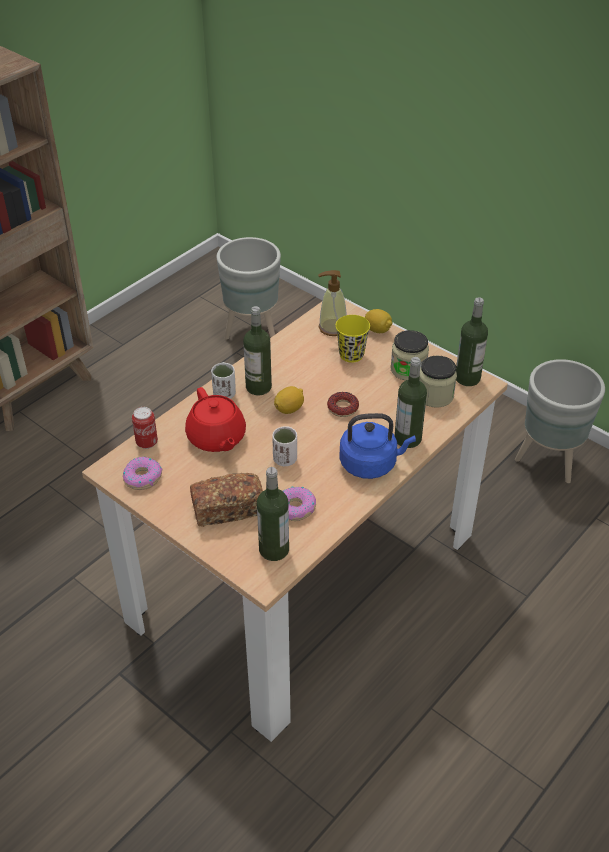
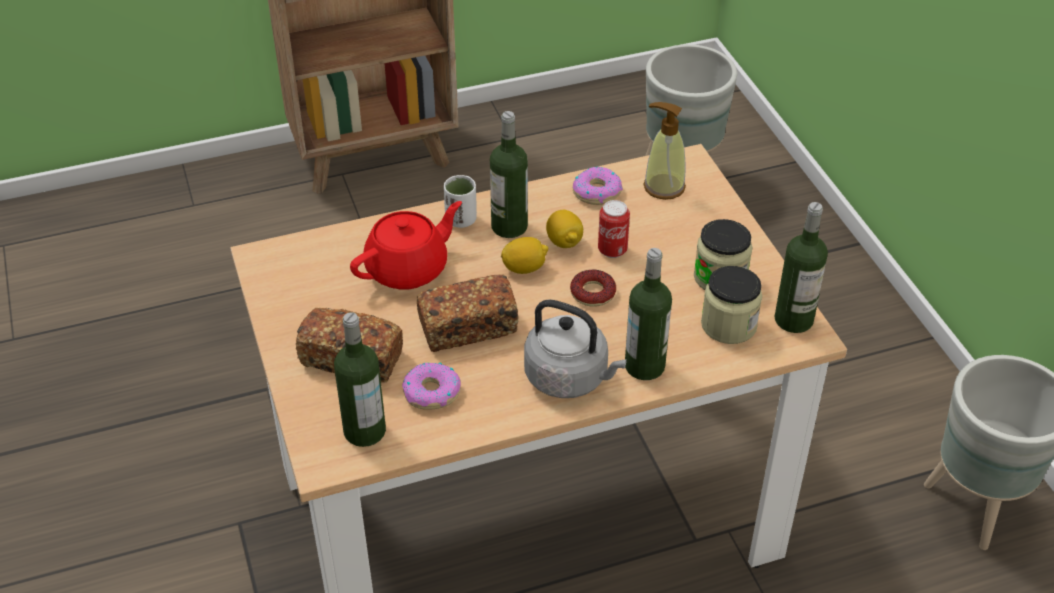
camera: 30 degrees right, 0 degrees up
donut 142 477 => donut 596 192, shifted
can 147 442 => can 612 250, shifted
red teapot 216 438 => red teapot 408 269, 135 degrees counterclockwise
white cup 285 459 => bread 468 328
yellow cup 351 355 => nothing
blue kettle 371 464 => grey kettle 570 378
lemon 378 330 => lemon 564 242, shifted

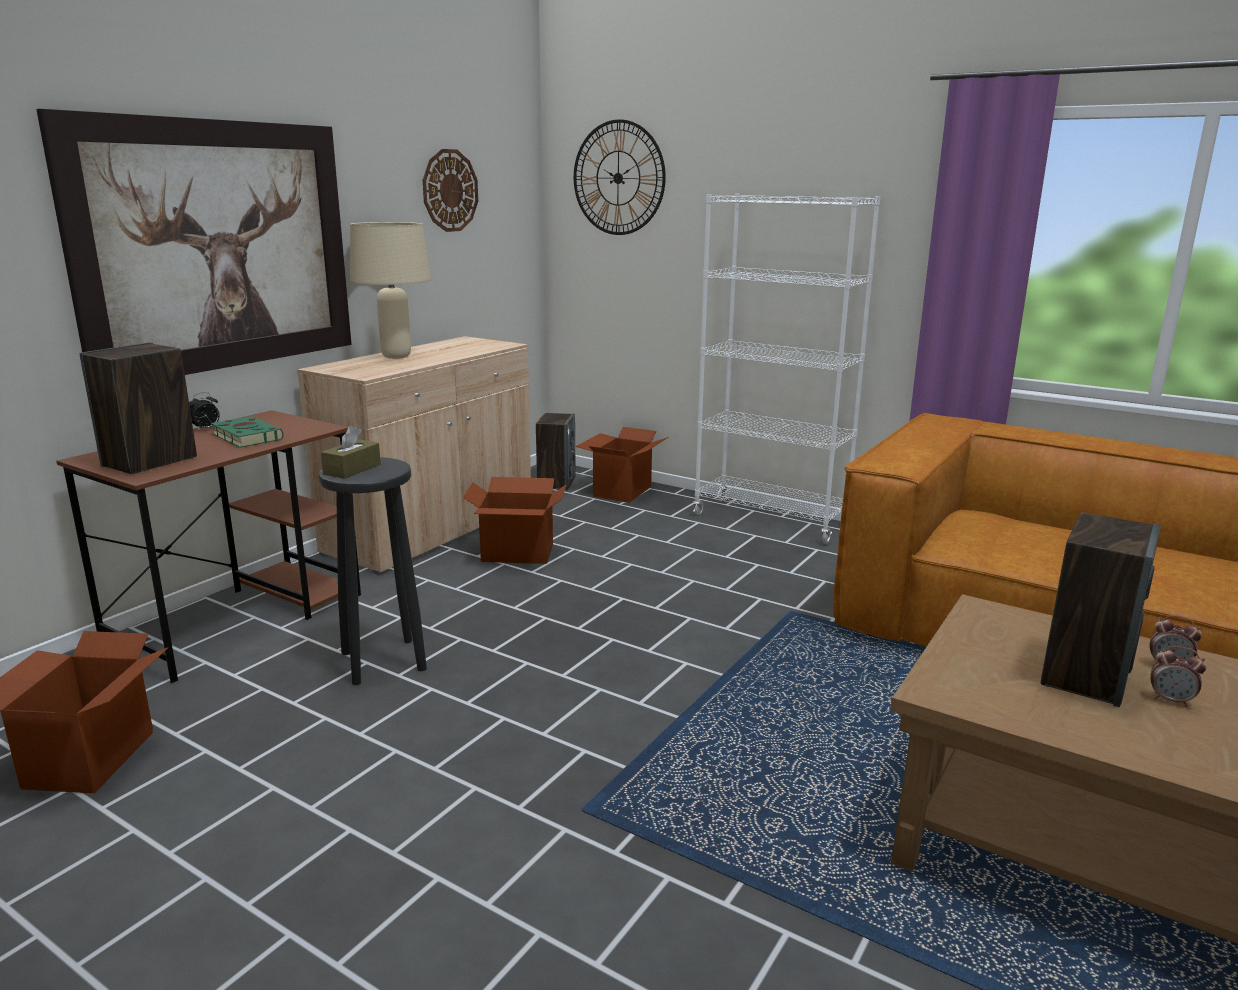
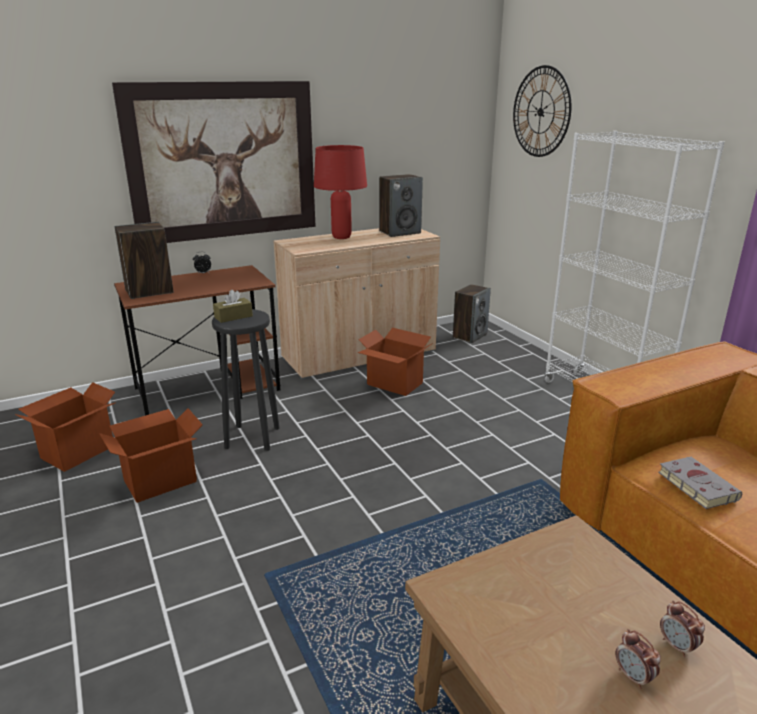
camera: 30 degrees right, 5 degrees up
green book 246 436 => nothing
beige table lamp 396 357 => red table lamp 341 237
wall clock 450 190 => nothing
cardboard box 621 491 => cardboard box 160 480, shifted
speaker 1085 674 => speaker 400 232, shifted
nothing => grey book 695 485

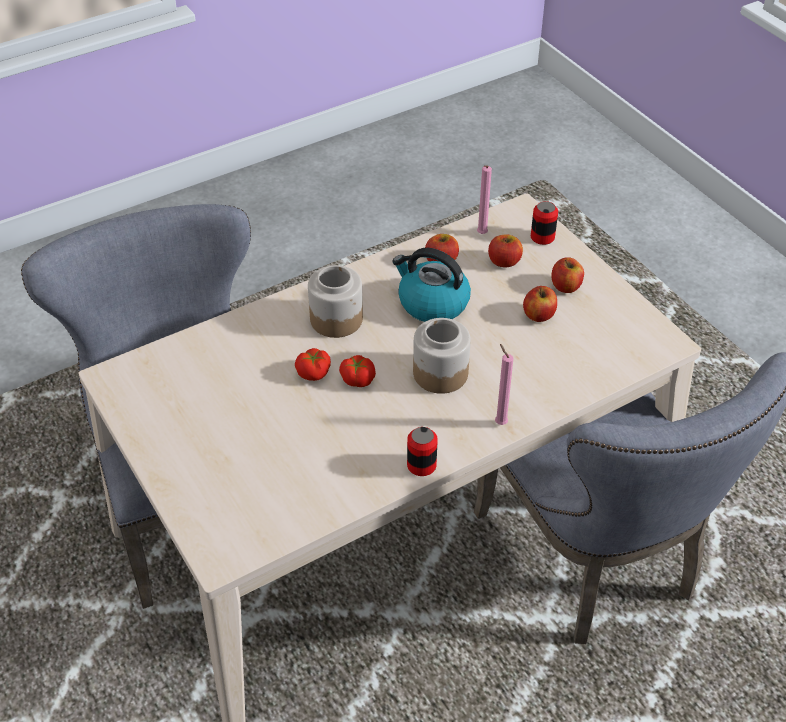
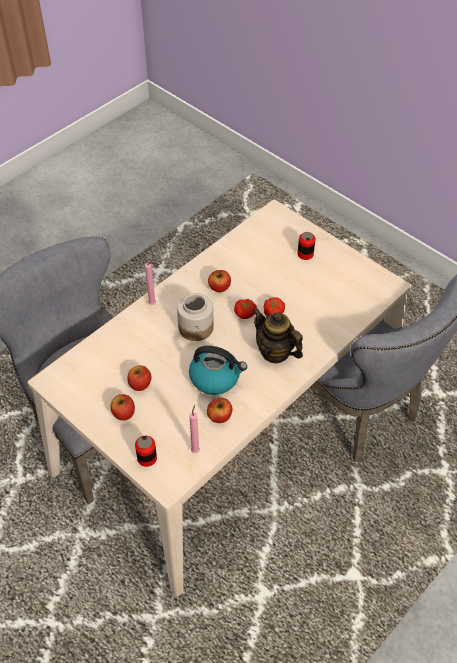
camera: 165 degrees right, 5 degrees up
jar 336 319 => teapot 275 352
can 421 465 => can 305 254, shifted
apple 504 261 => apple 219 287, shifted

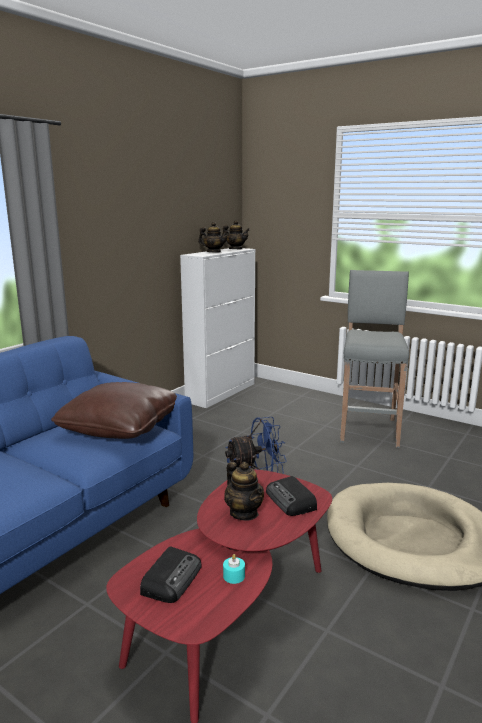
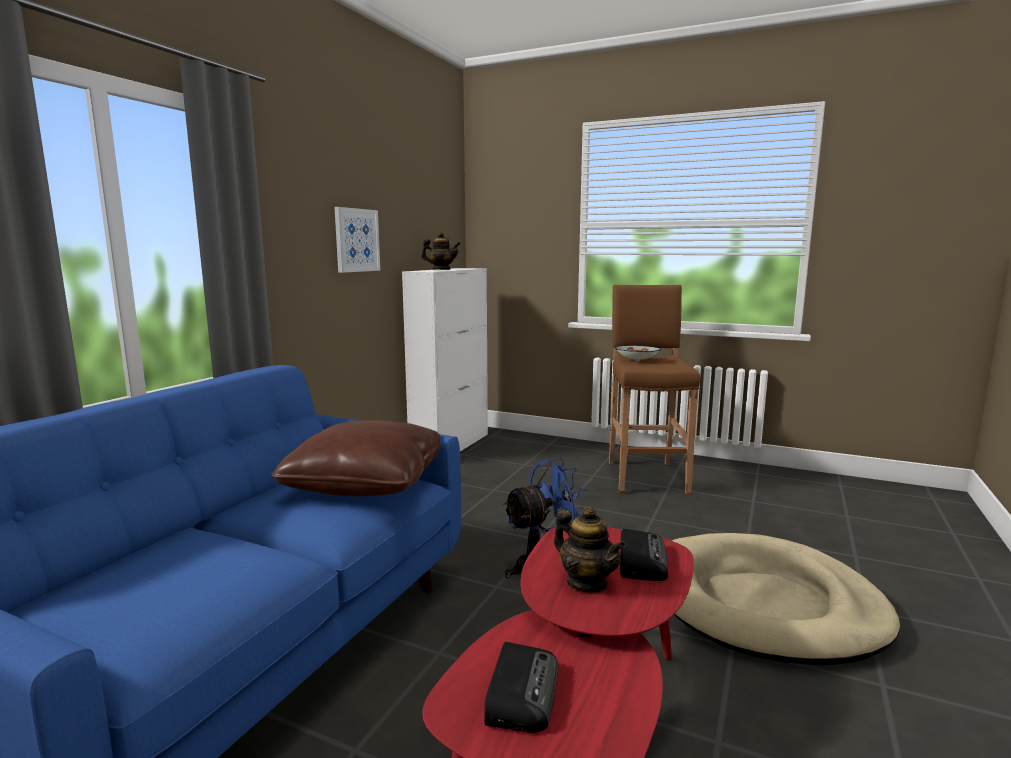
camera: 10 degrees left, 5 degrees down
teapot 235 249 => nothing
turquoise candle 234 576 => nothing
radio 291 501 => radio 641 560, 135 degrees counterclockwise
grey stool 368 429 => brown stool 646 476
nothing => picture 356 240
nothing => bowl 637 361

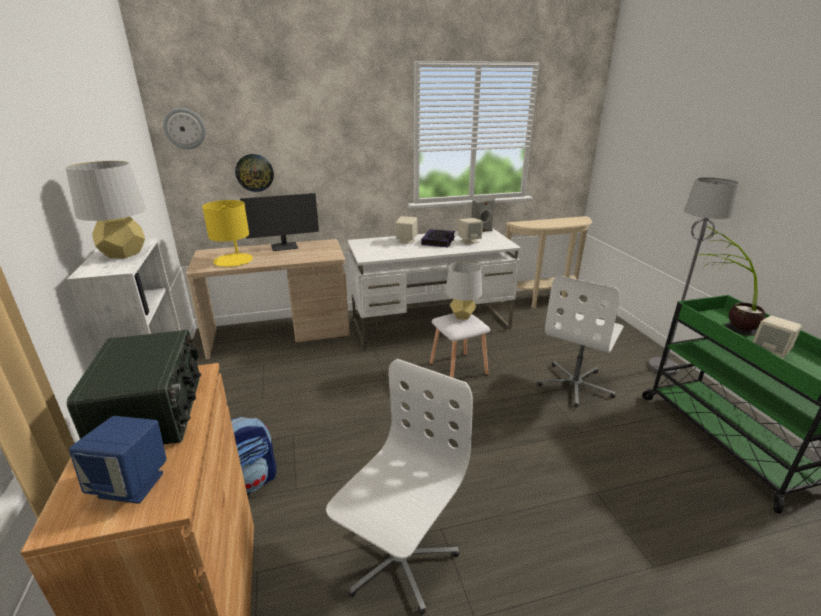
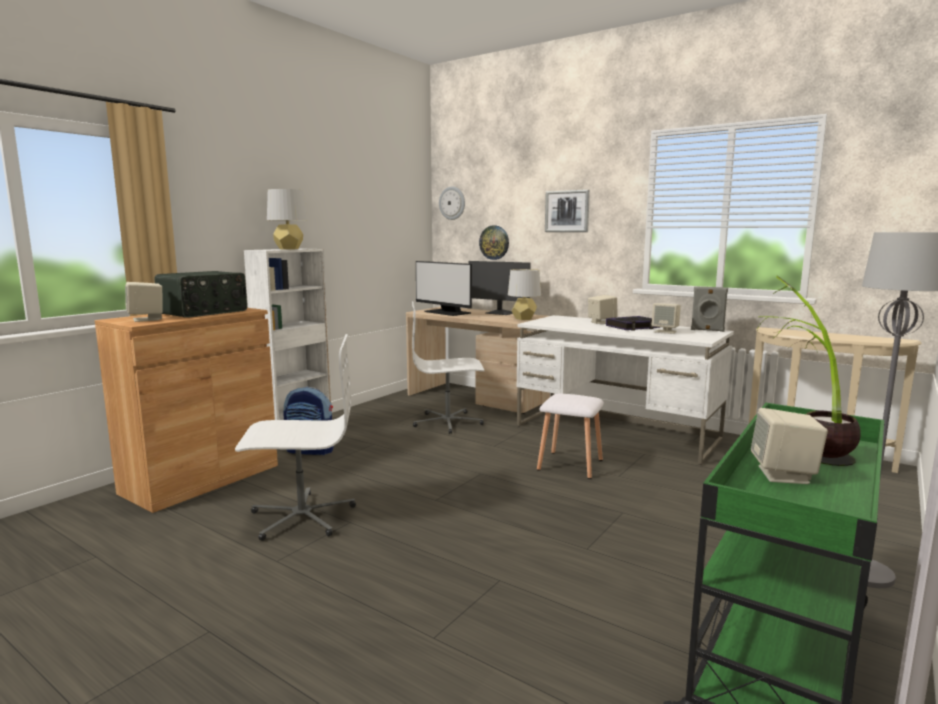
camera: 50 degrees right, 15 degrees down
blue speaker 133 484 => beige speaker 146 319
yellow table lamp 233 261 => monitor 446 312
grey table lamp 462 316 => grey table lamp 523 319, shifted
white office chair 575 385 => white office chair 448 422, shifted
nothing => picture 567 211

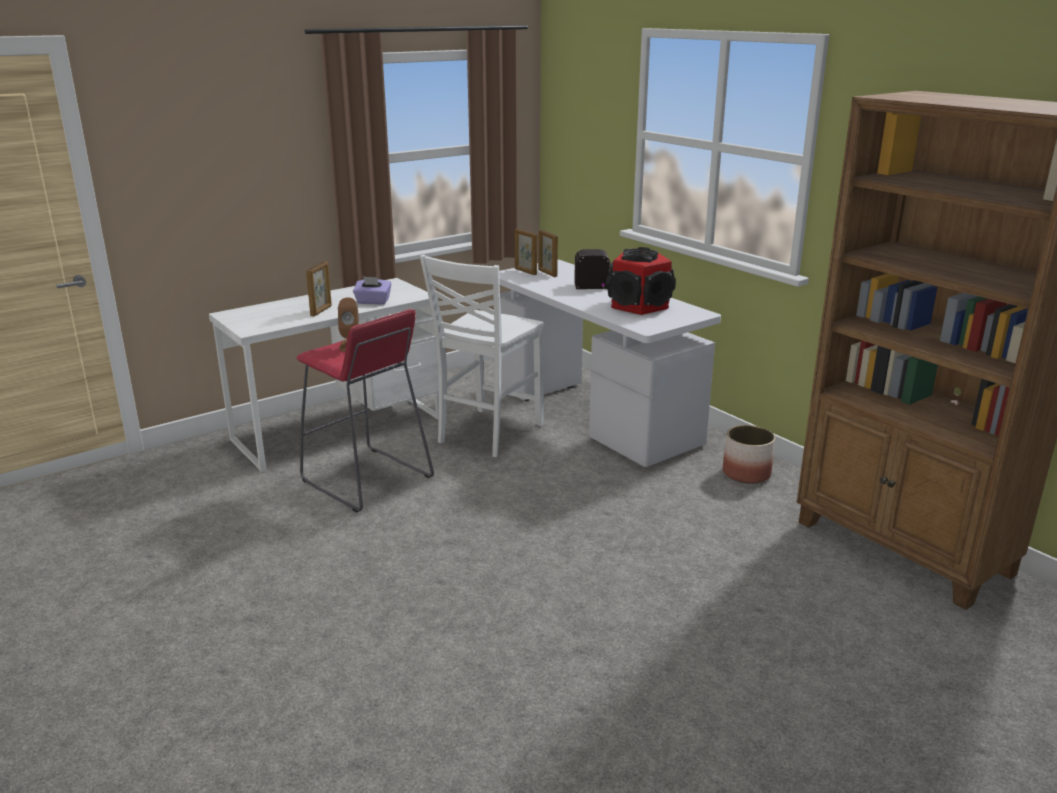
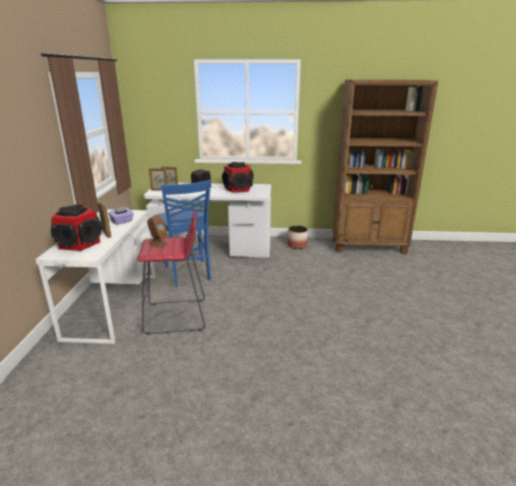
camera: 50 degrees left, 0 degrees up
white chair 487 433 => blue chair 188 273
nothing => speaker 80 243

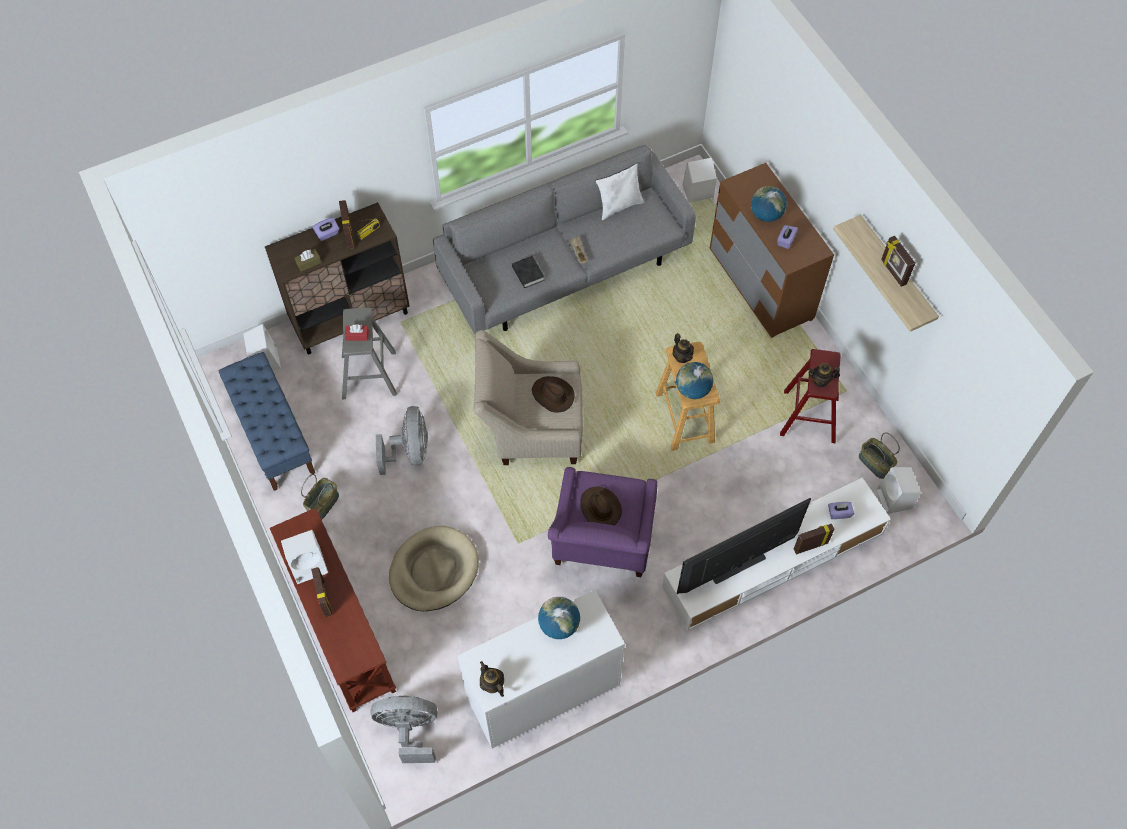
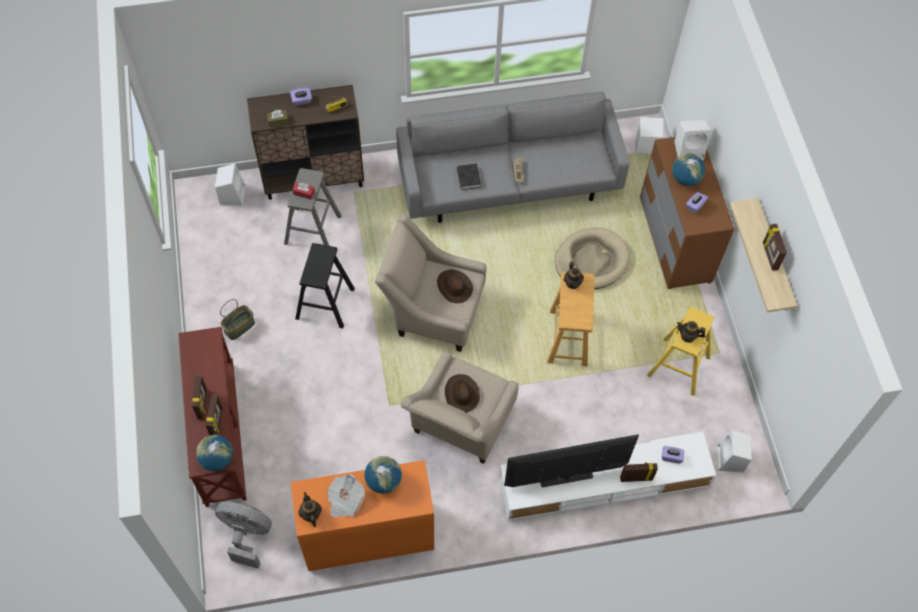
camera: 15 degrees right, 0 degrees up
blue bench 273 434 => nothing
white speaker 309 564 => white speaker 689 150, shifted
picture frame 349 235 => picture frame 217 423, shifted
grey fan 410 452 => black stool 325 303
beige dog bed 434 570 => beige dog bed 591 261, shifted
white dresser 543 691 => orange dresser 368 536
purple armchair 601 545 => beige armchair 459 427
white pillow 619 205 => nothing
globe 693 390 => globe 217 459, shifted
red stool 809 416 => yellow stool 678 366
basket 874 463 => nothing
nothing => newspaper 345 500

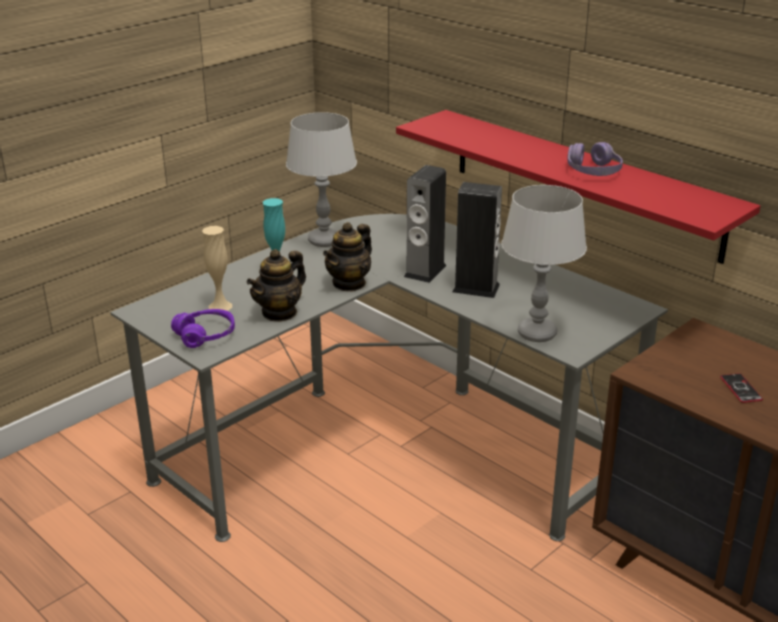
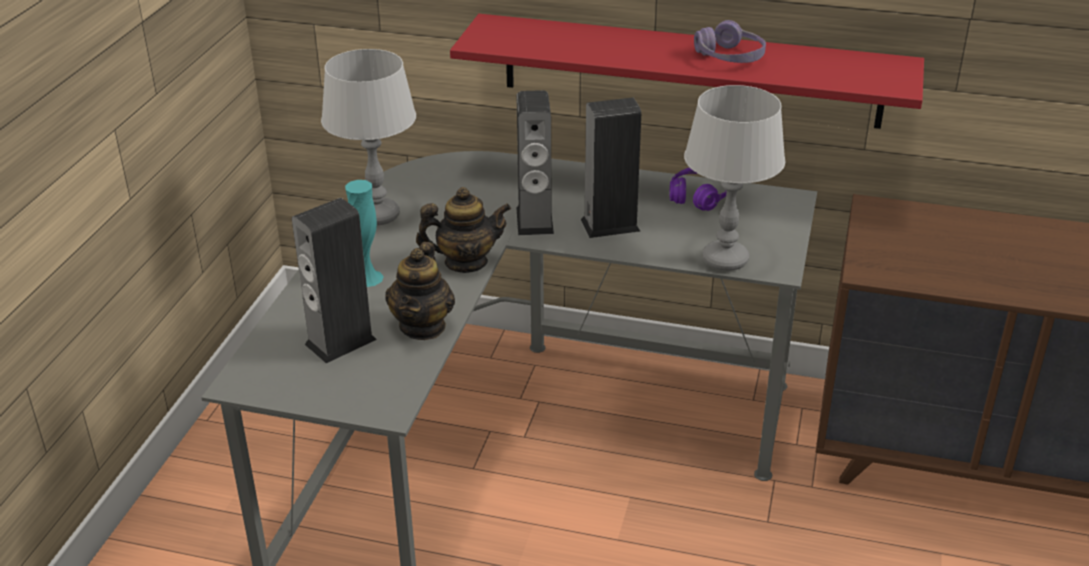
camera: 30 degrees left, 5 degrees up
purple headphones 205 335 => purple headphones 699 197, shifted
beige vase 220 306 => speaker 340 342
teapot 349 283 => teapot 465 262, 105 degrees counterclockwise
phone 740 389 => nothing

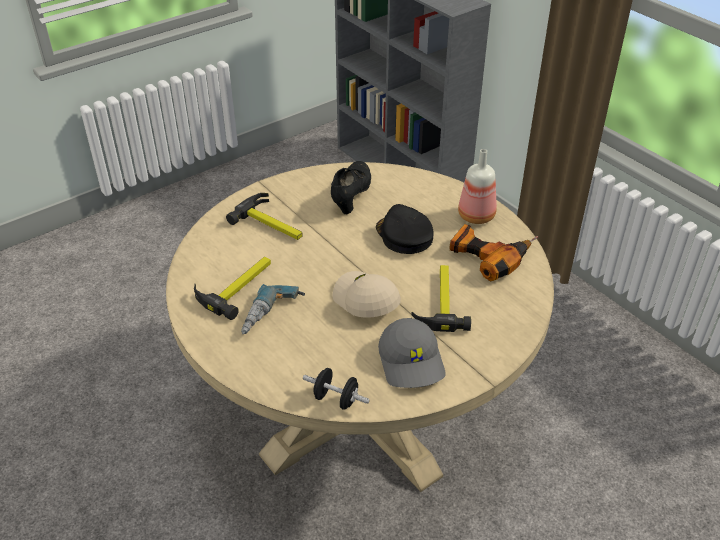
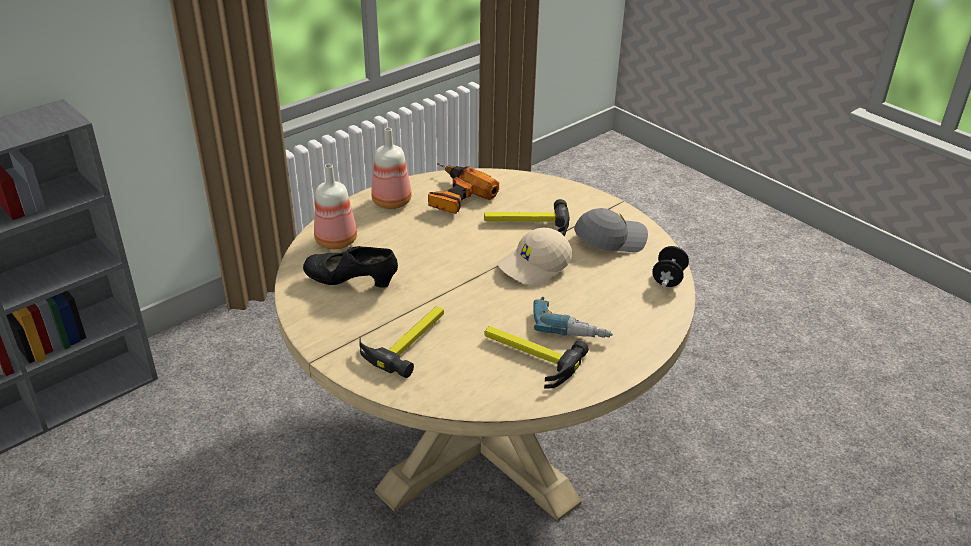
camera: 95 degrees left, 5 degrees down
black cap 404 235 => nothing
nothing => bottle 337 241

